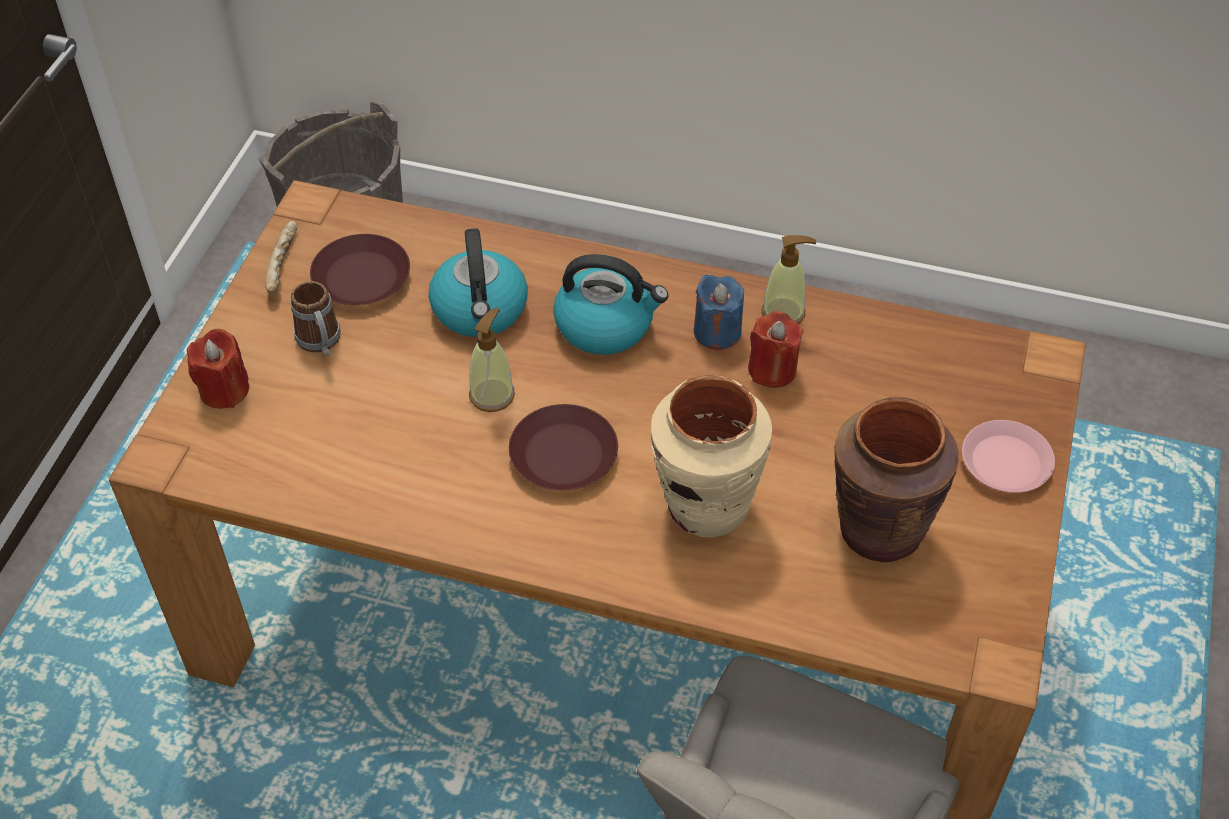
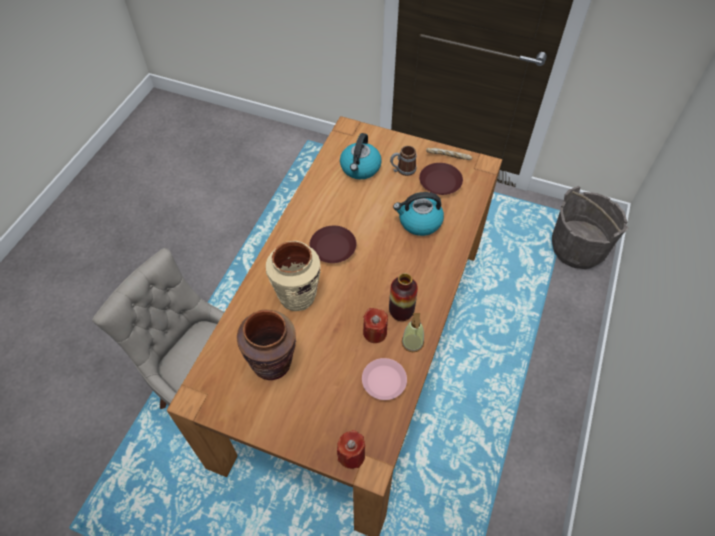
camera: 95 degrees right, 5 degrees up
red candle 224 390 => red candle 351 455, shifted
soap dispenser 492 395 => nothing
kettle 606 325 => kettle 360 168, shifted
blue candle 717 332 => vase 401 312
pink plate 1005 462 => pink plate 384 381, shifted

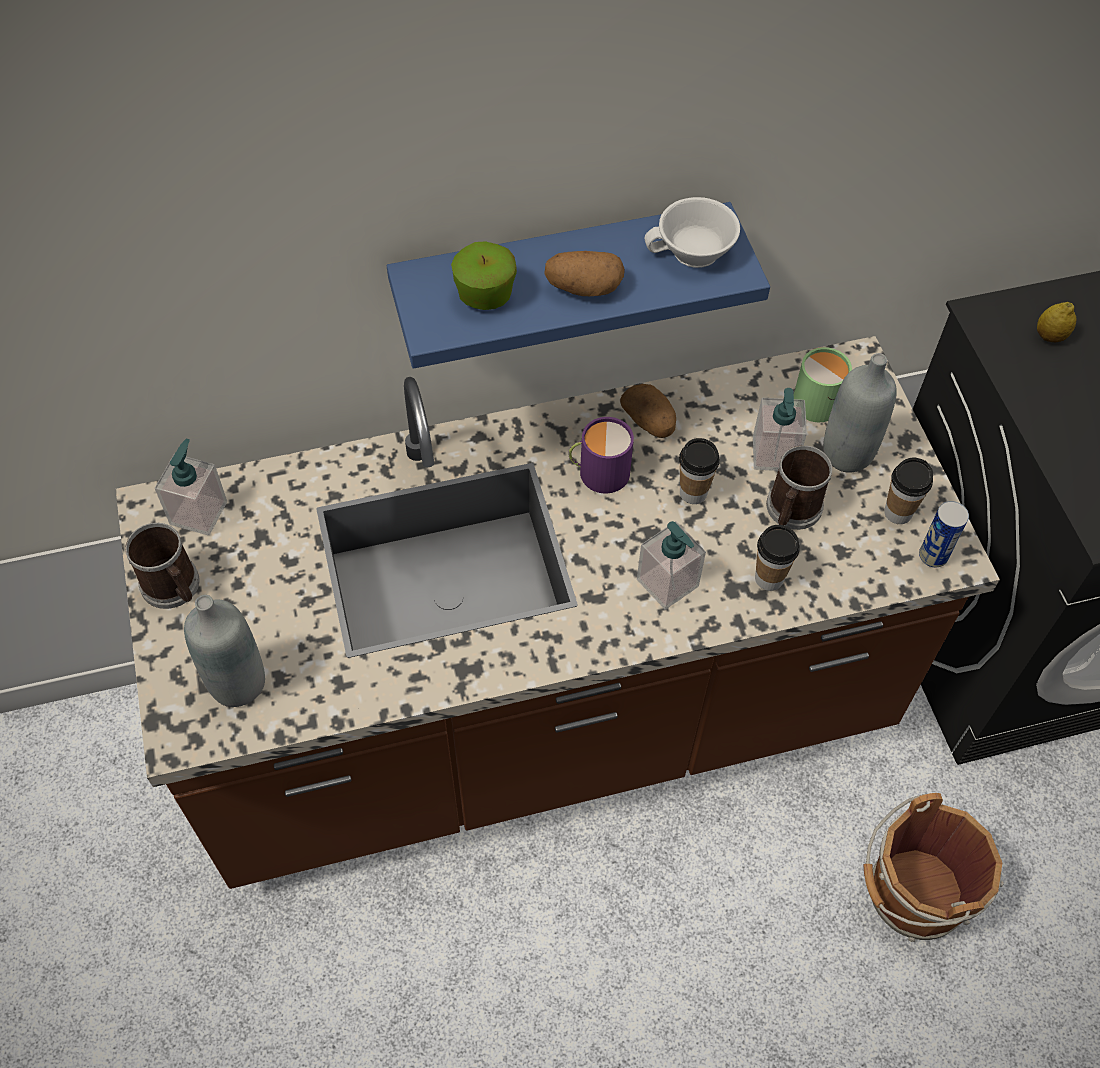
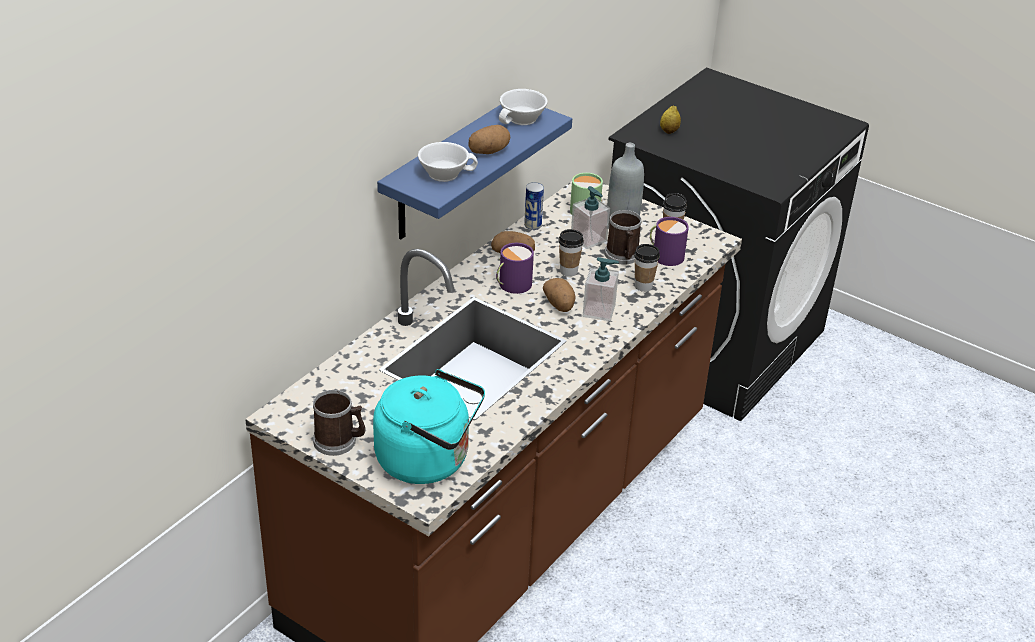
camera: 40 degrees left, 20 degrees down
soap dispenser 199 512 => nothing
grey bottle 237 683 => turquoise kettle 429 460
apple 485 296 => white cup 445 172
brown bucket 911 895 => nothing
can 933 556 => can 533 225, shifted
nothing => potato 559 305
nothing => purple mug 665 255

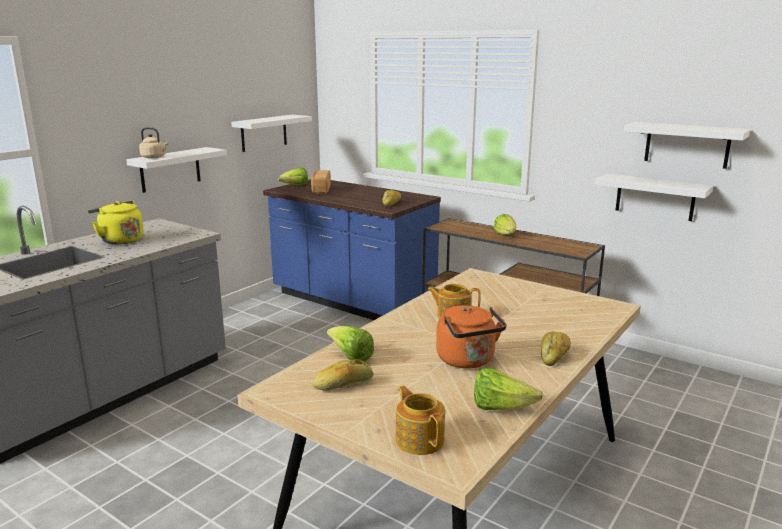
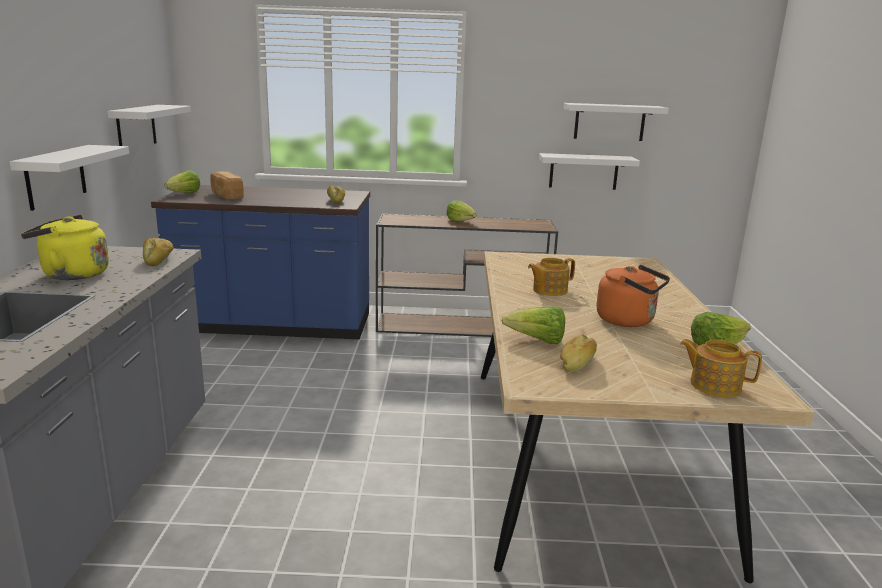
camera: 35 degrees left, 0 degrees up
beige kettle 154 157 => nothing
bread 554 355 => bread 159 260, shifted

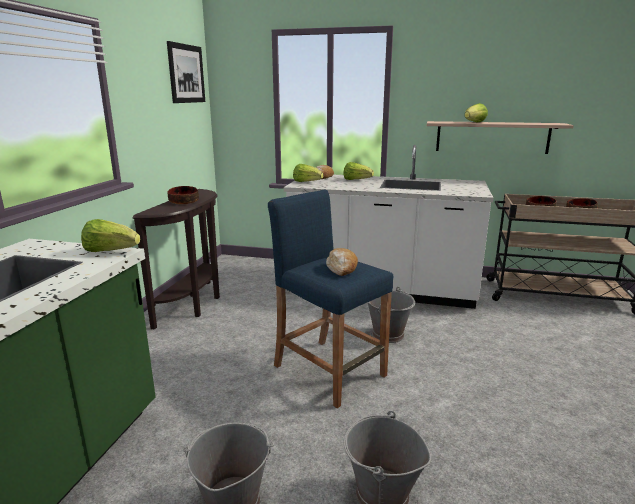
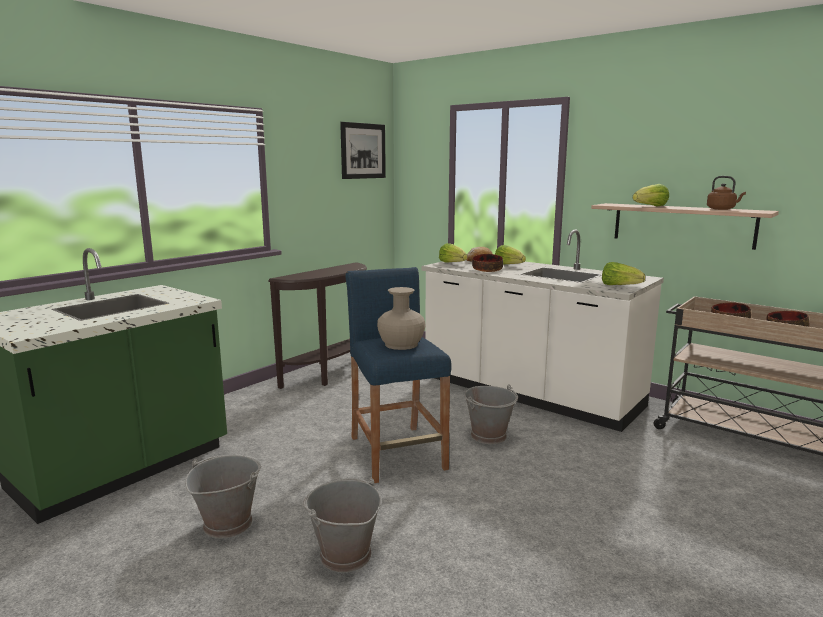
camera: 25 degrees right, 5 degrees down
lettuce 110 251 => lettuce 619 286, shifted
bowl 183 202 => bowl 487 270, shifted
bread 342 268 => beige vase 401 344
nothing => brown kettle 722 209

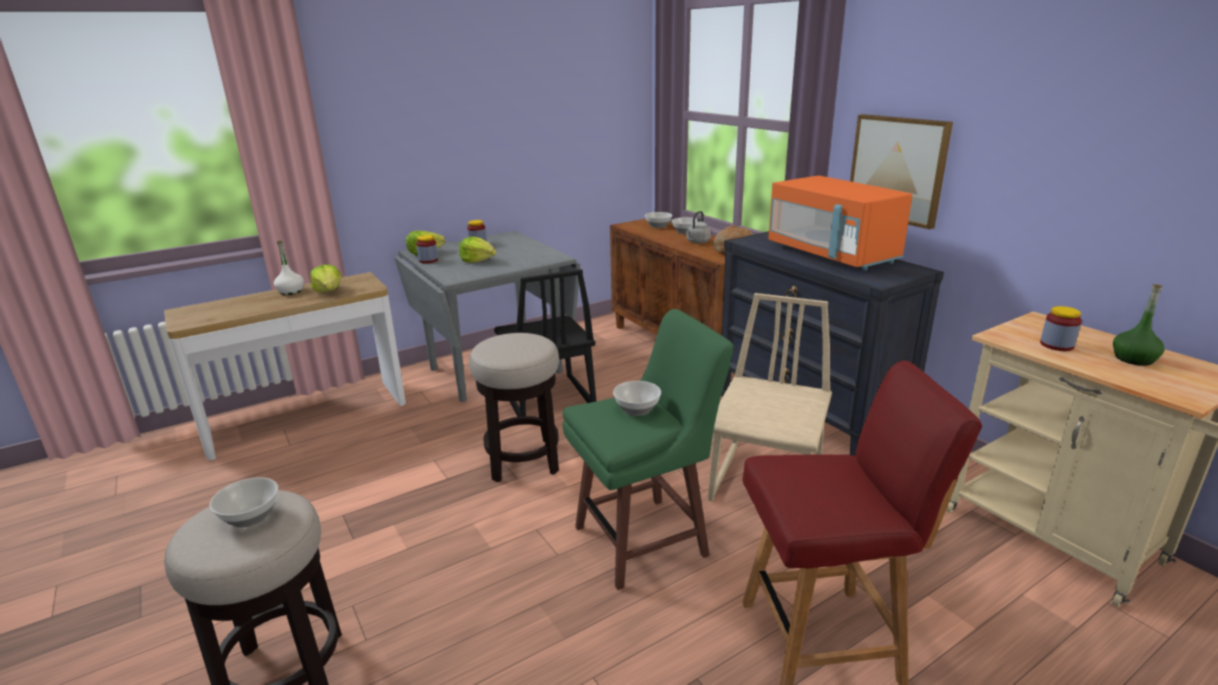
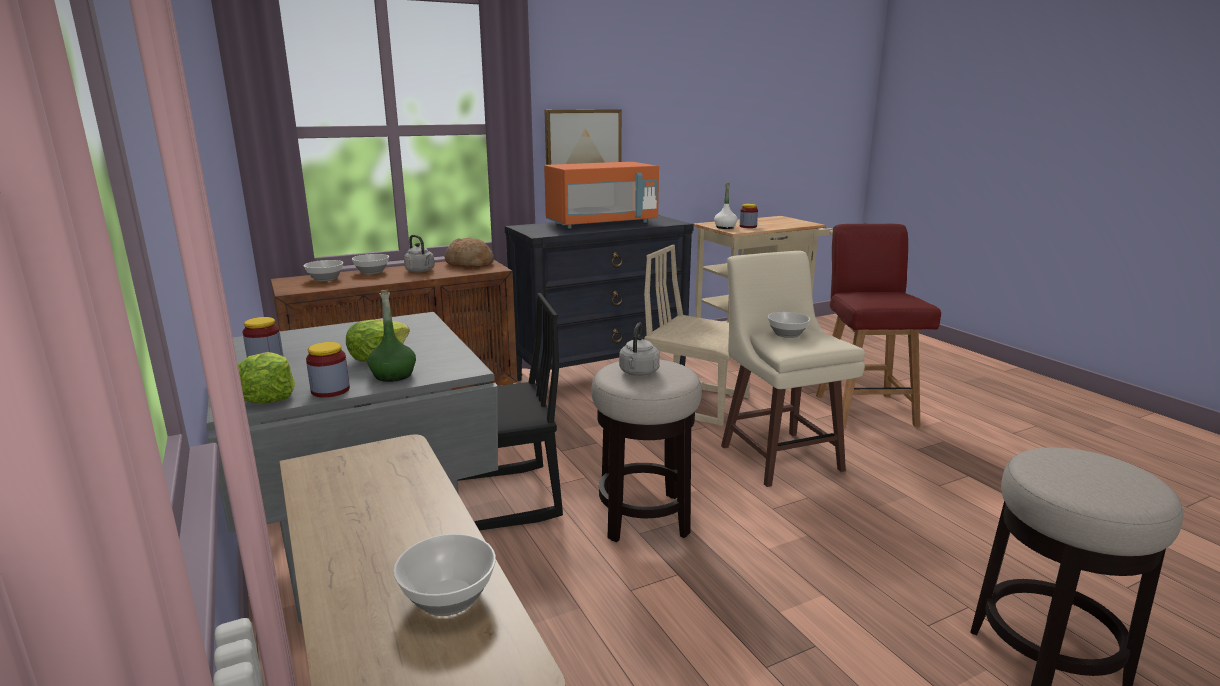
camera: 85 degrees left, 5 degrees down
bowl 249 516 => bowl 447 598, shifted
white bottle 291 291 => white bottle 725 227, shifted
lettuce 329 291 => nothing
green stool 645 541 => beige stool 779 456
green bottle 1133 359 => green bottle 393 375, shifted
nothing => grey kettle 638 373

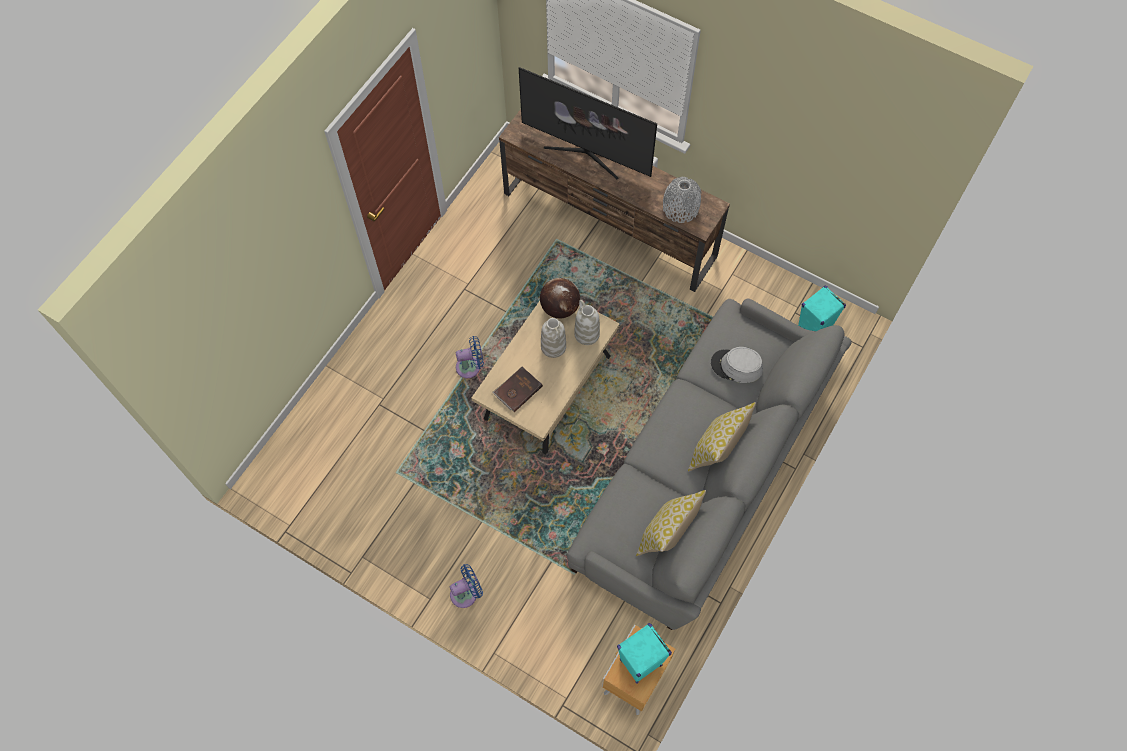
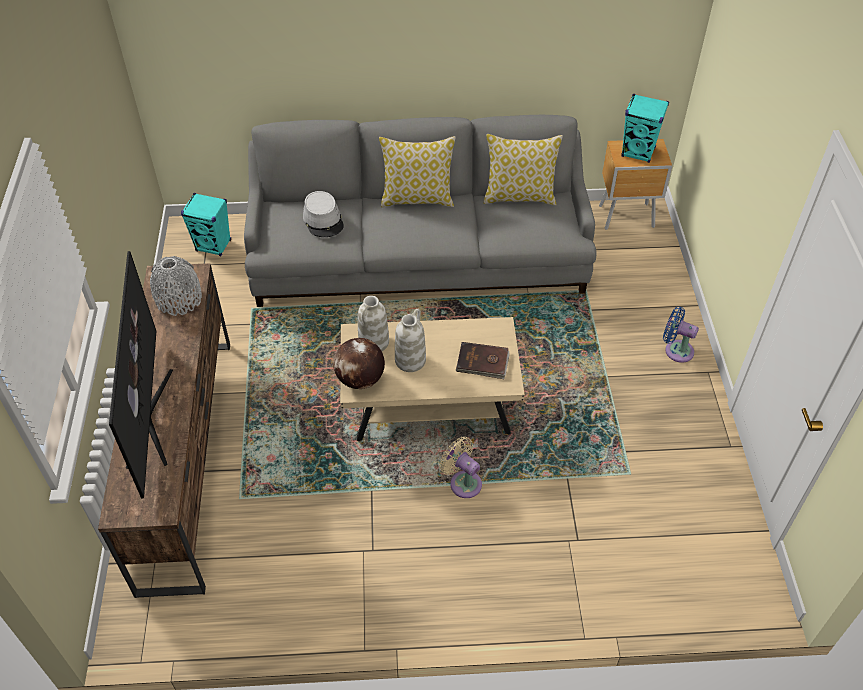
camera: 125 degrees left, 15 degrees down
blue fan 471 366 => beige fan 463 482

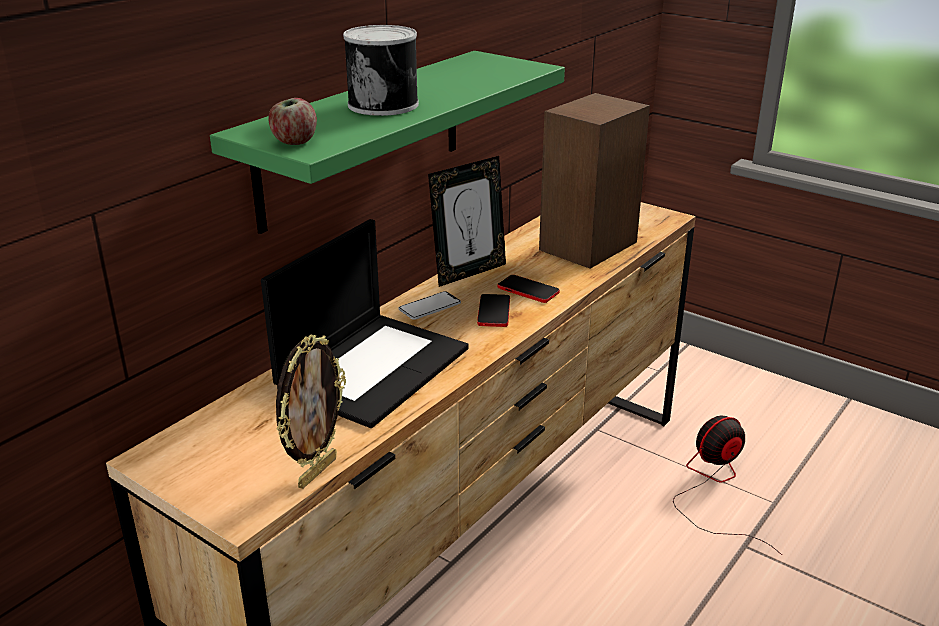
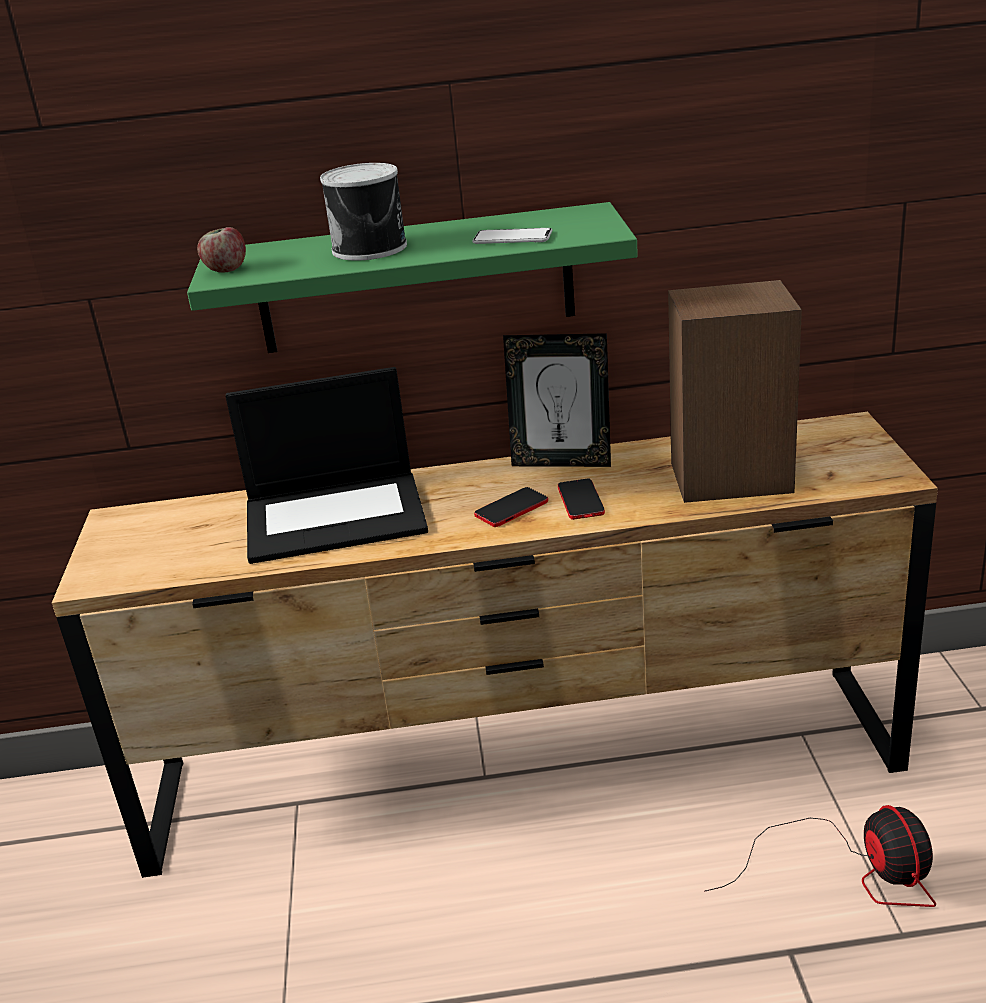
camera: 50 degrees right, 0 degrees up
picture frame 316 471 => nothing
phone 430 307 => phone 512 238, shifted
fan 715 487 => fan 852 872, 60 degrees clockwise

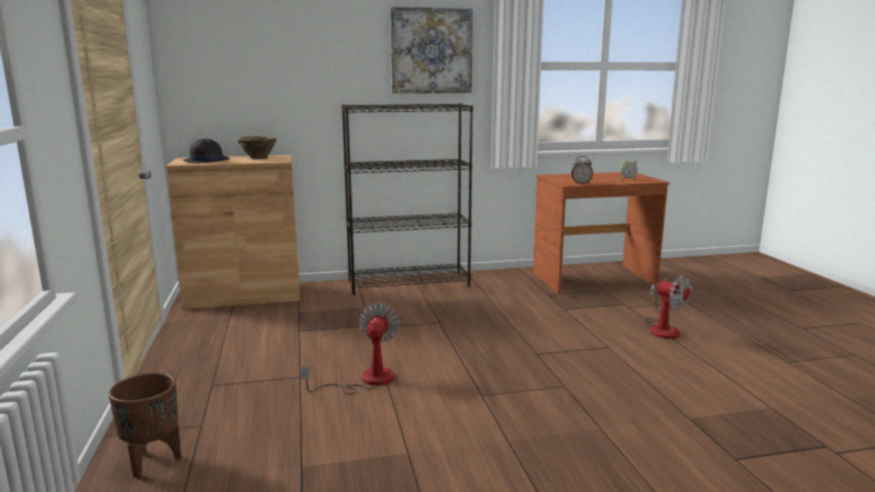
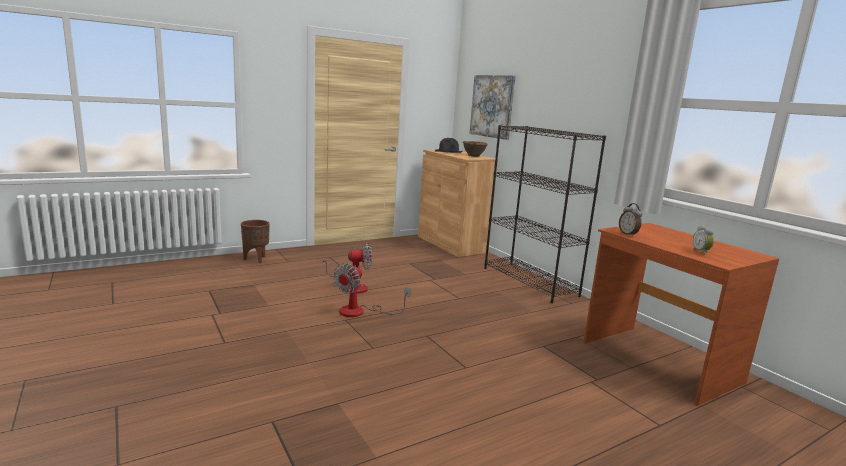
camera: 70 degrees right, 0 degrees up
picture 431 51 => picture 492 106, shifted
fan 662 328 => fan 361 311, shifted

